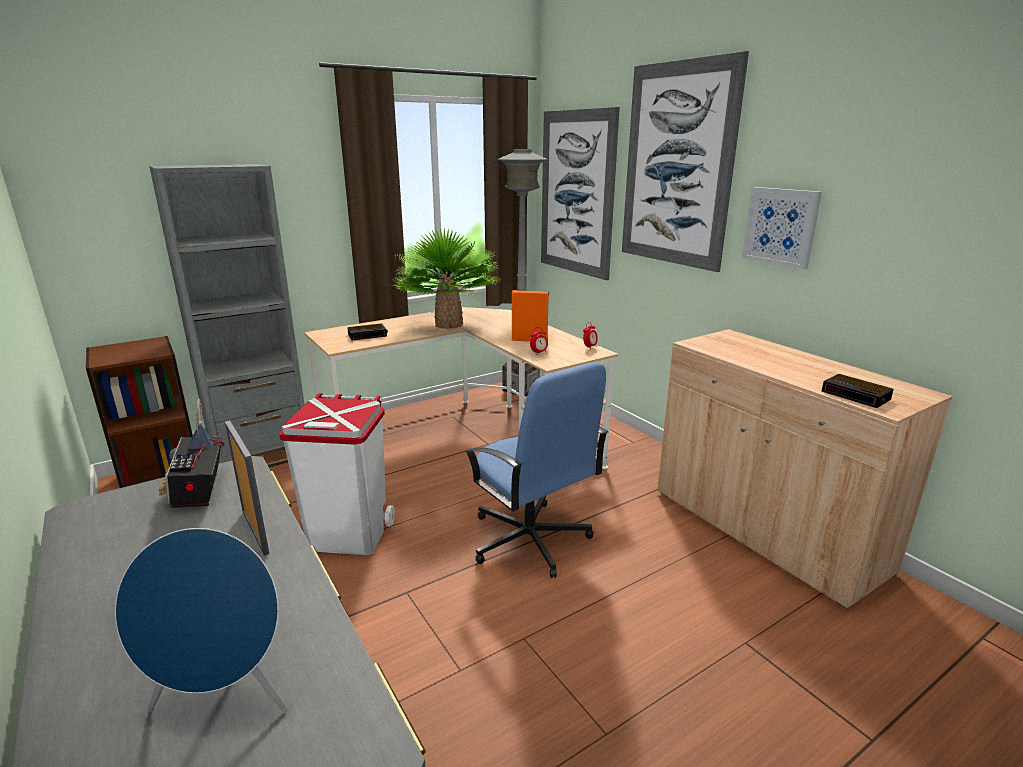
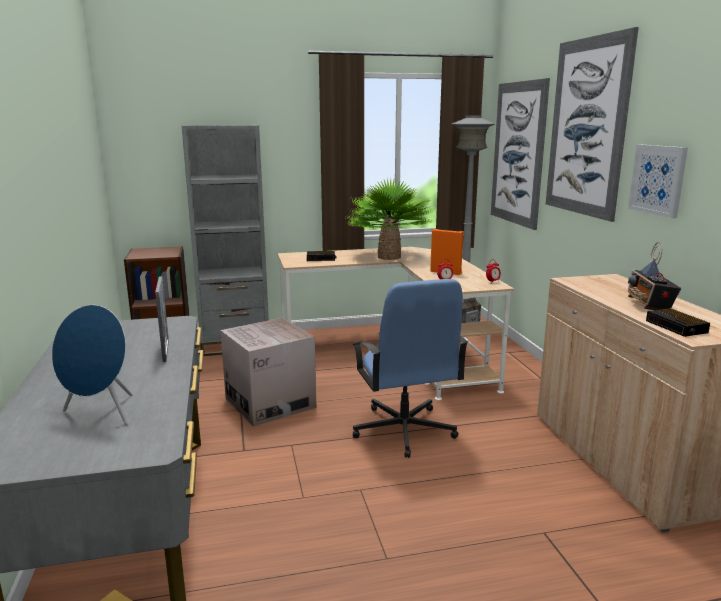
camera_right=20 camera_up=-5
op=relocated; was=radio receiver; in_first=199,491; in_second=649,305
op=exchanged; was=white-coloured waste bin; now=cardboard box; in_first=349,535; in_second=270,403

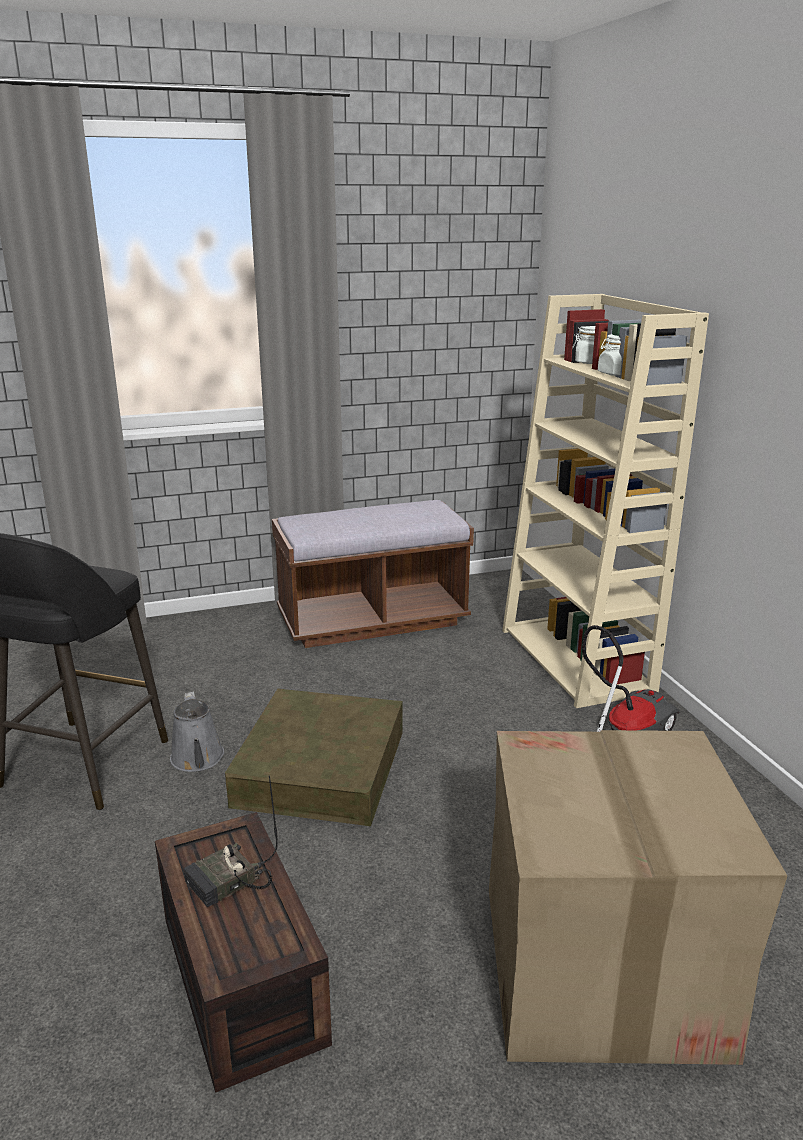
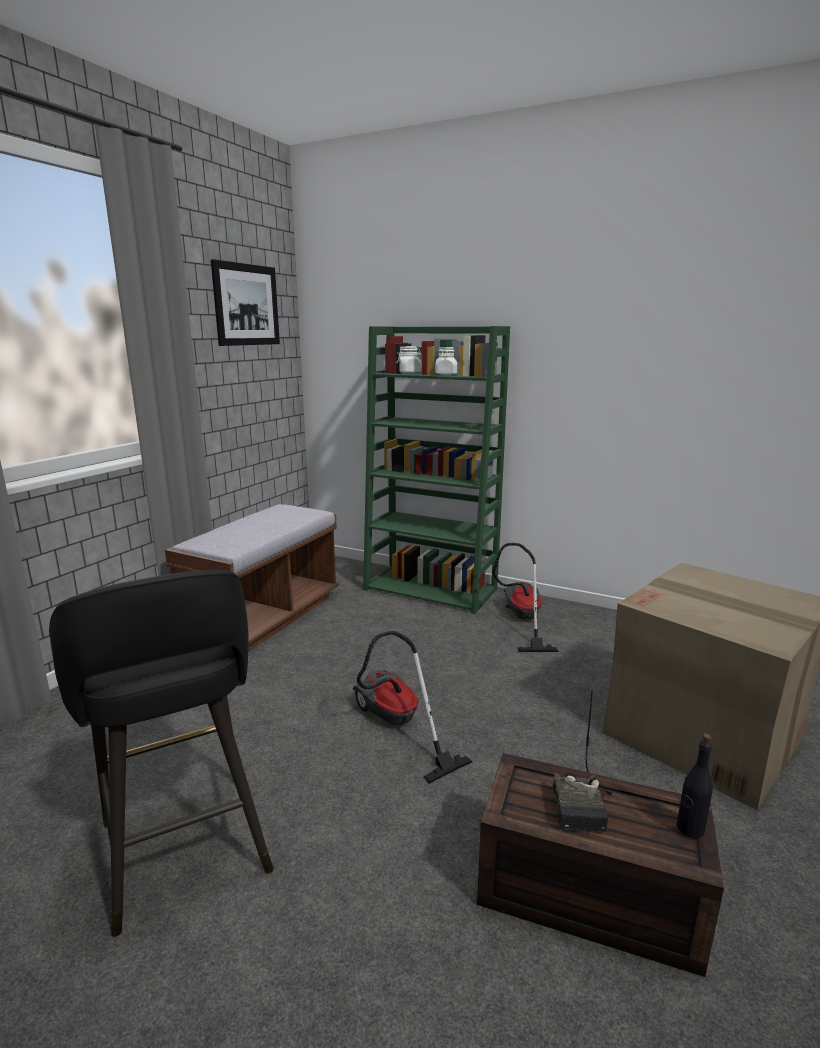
camera_right=-45 camera_up=-5
op=missing; was=grey sprinkling can; in_first=198,759
op=exchanged; was=brownish storage box; now=hoover; in_first=321,768; in_second=395,726
op=colour; was=sand-coloured shelving unit; now=green shelving unit; in_first=577,660; in_second=432,589
op=appeared; now=wall art; in_second=246,305
op=appeared; now=black-coloured drink bottle; in_second=690,829

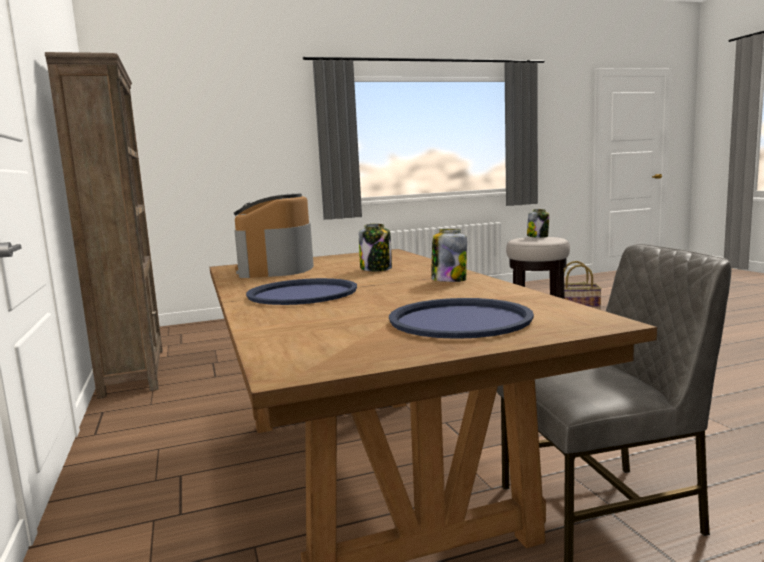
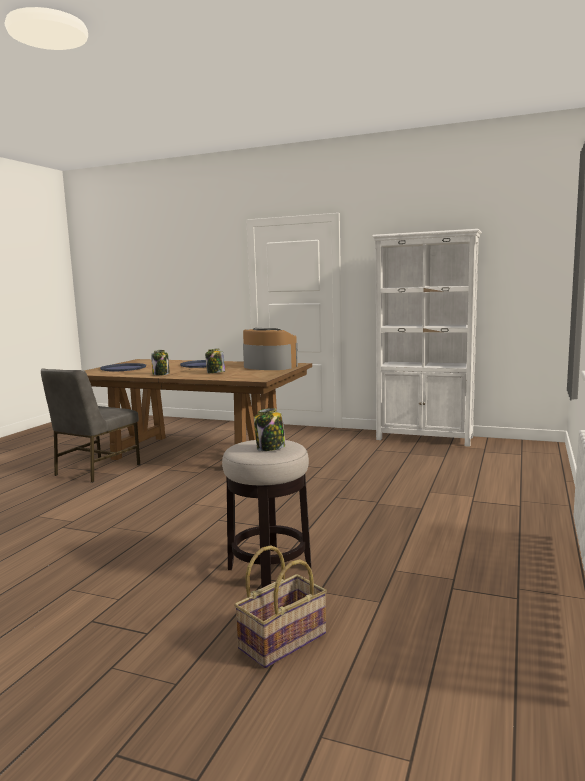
camera_right=130 camera_up=0
op=colour; was=brownish shelving unit; now=white-coloured shelving unit; in_first=133,371; in_second=425,438

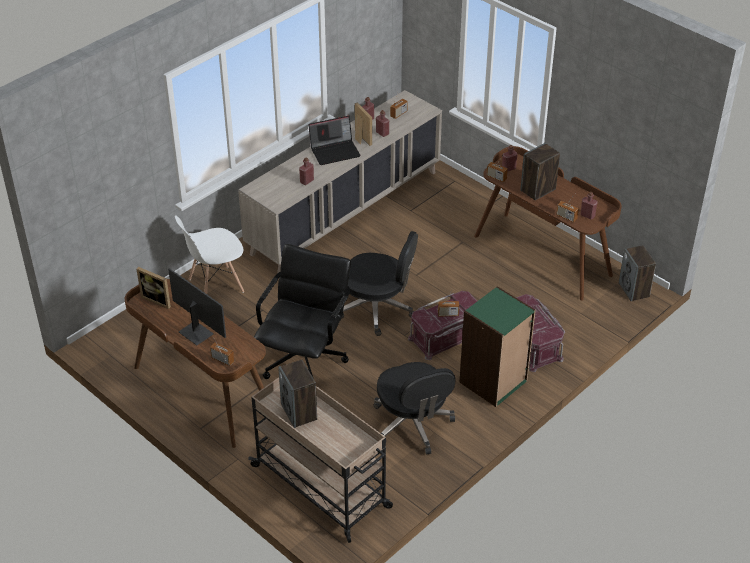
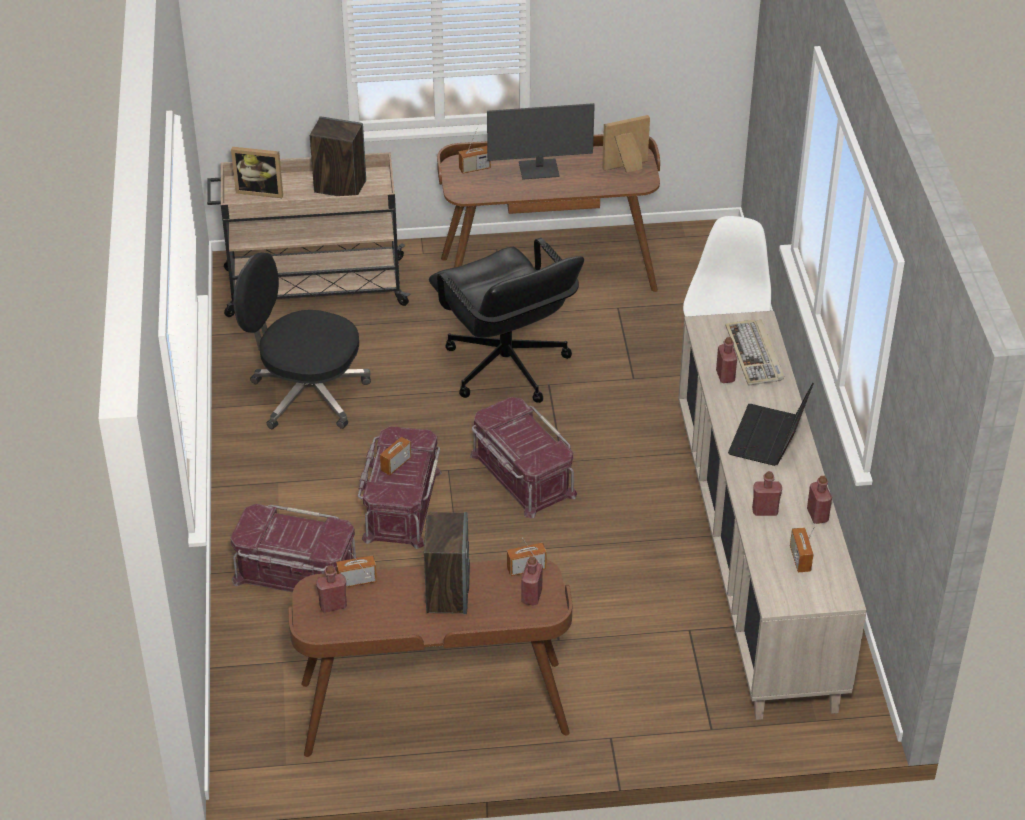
camera_right=130 camera_up=0
op=exchanged; was=black-coloured office chair; now=red-coloured storage box; in_first=378,308; in_second=521,475
op=relocated; was=standing frame; in_first=360,138; in_second=261,191
op=missing; was=green shelving unit; in_first=494,382
op=missing; was=loudspeaker; in_first=634,290
op=appeared; now=computer keyboard; in_second=755,355

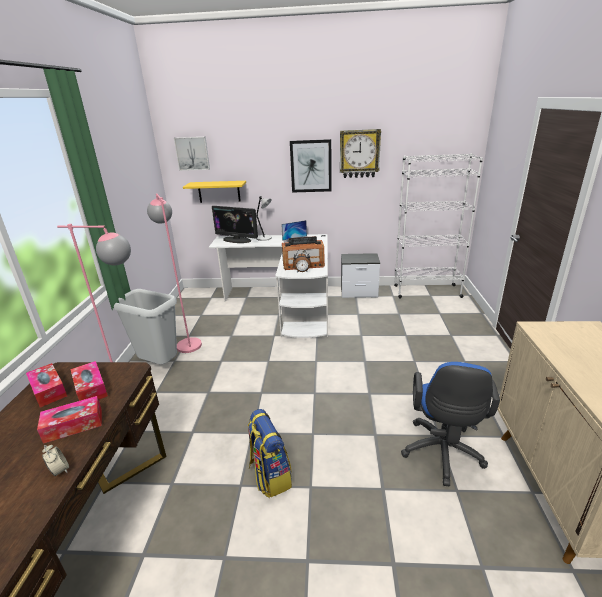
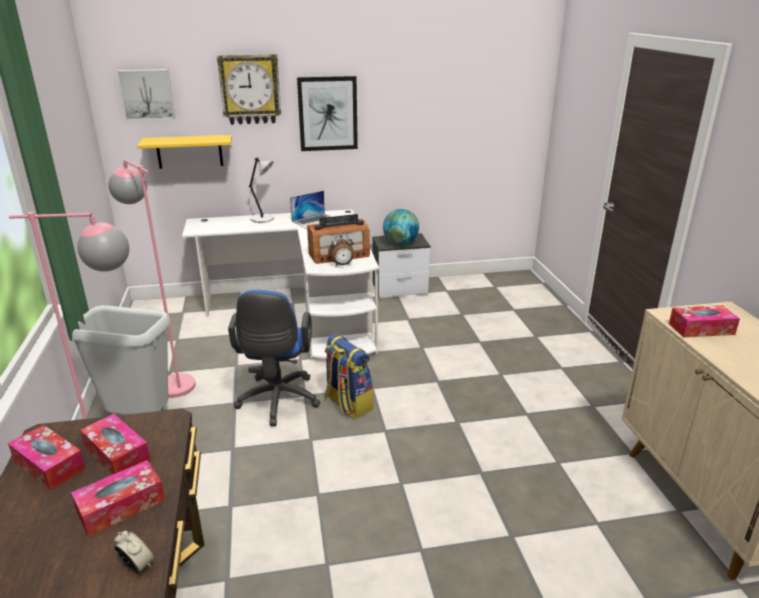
camera_right=-15 camera_up=0
op=missing; was=monitor; in_first=237,240
op=relocated; was=backpack; in_first=269,476; in_second=347,403
op=relocated; was=clock on the wall; in_first=359,153; in_second=250,89
op=missing; was=white-coloured shelving unit; in_first=426,291
op=relocated; was=bluish office chair; in_first=442,455; in_second=277,402
op=appeared; now=globe; in_second=400,243
op=appeared; now=tissue holder; in_second=701,329

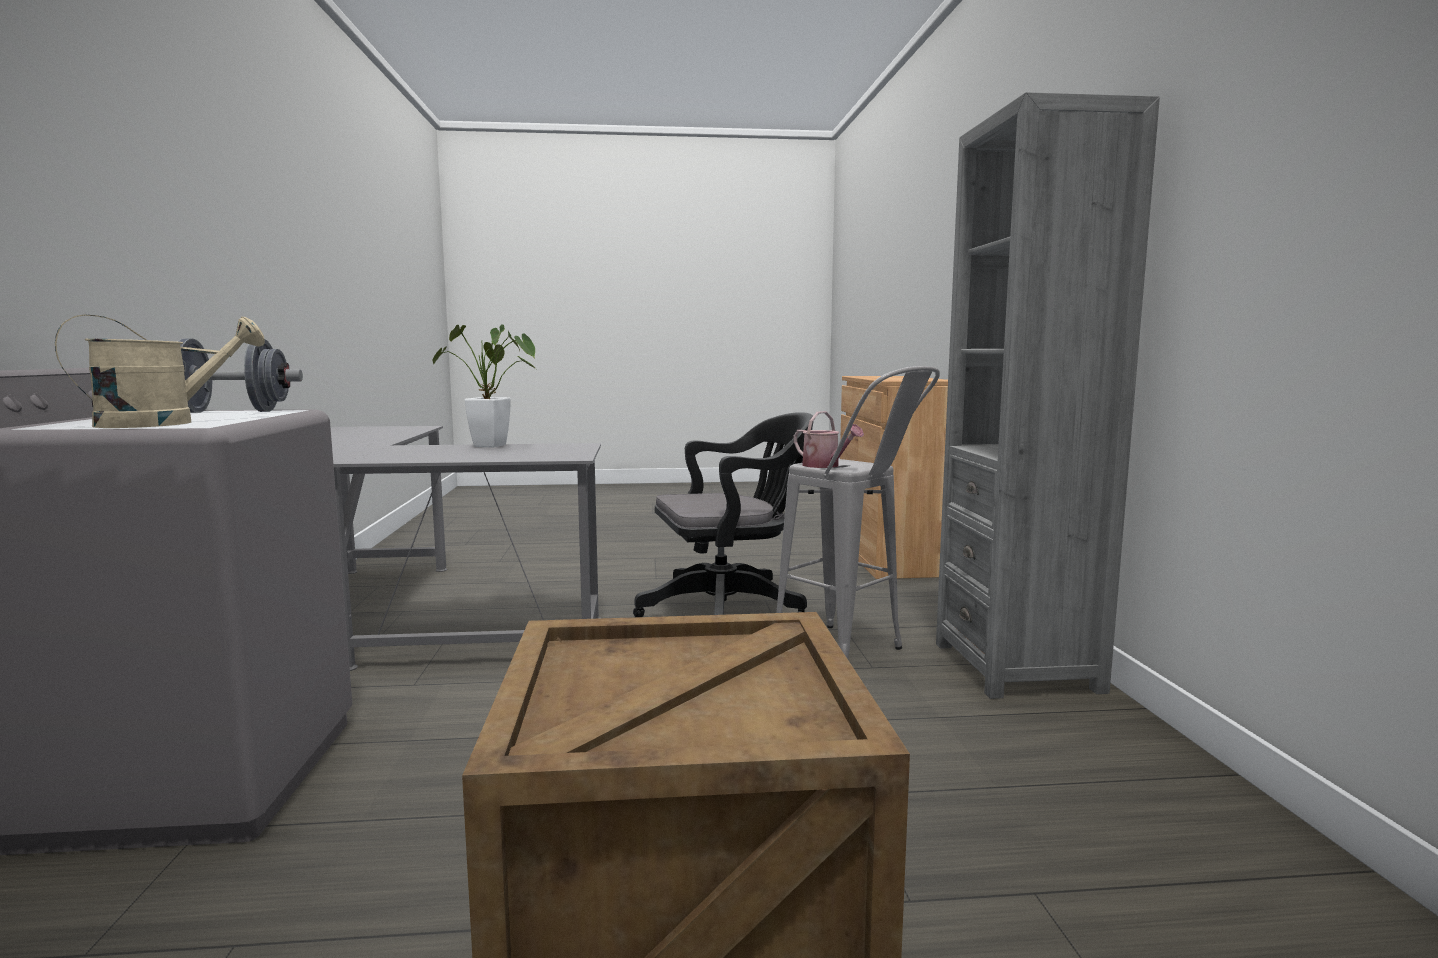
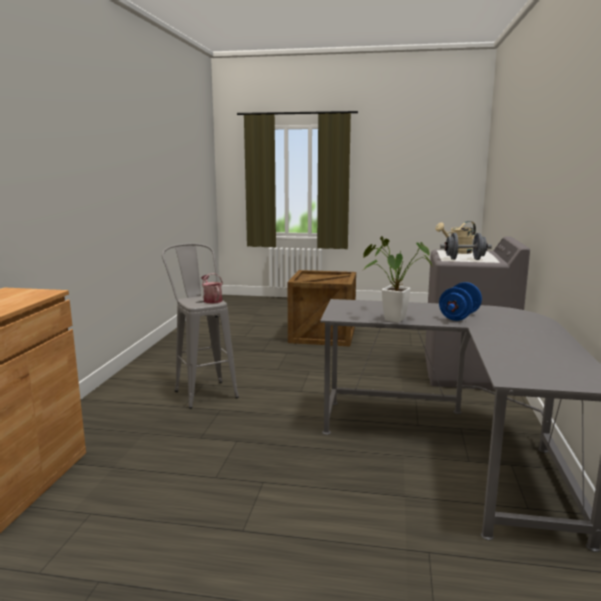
camera_right=-165 camera_up=5
op=missing; was=black-coloured office chair; in_first=730,611
op=missing; was=grey shelving unit; in_first=1016,667
op=appeared; now=bluish hand weight; in_second=459,316

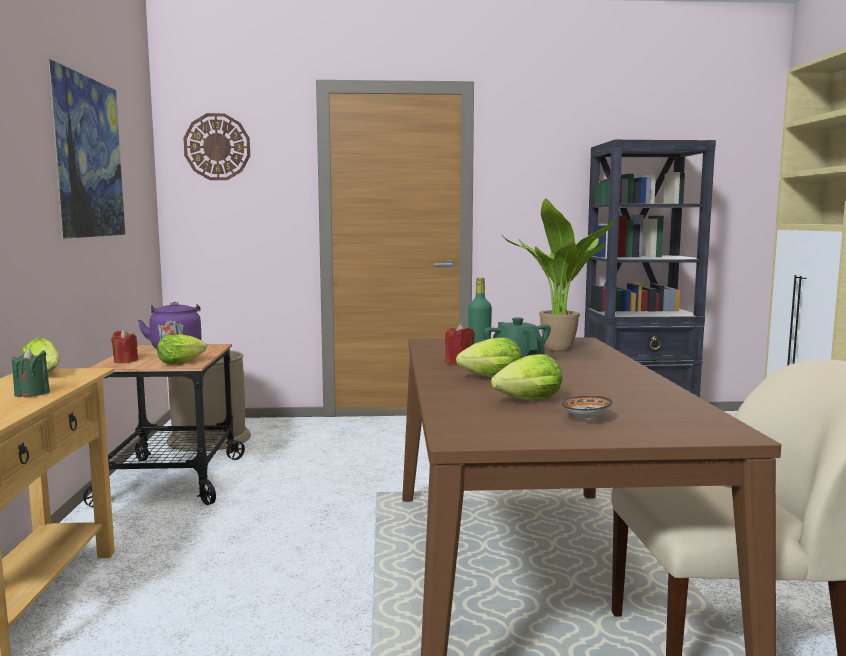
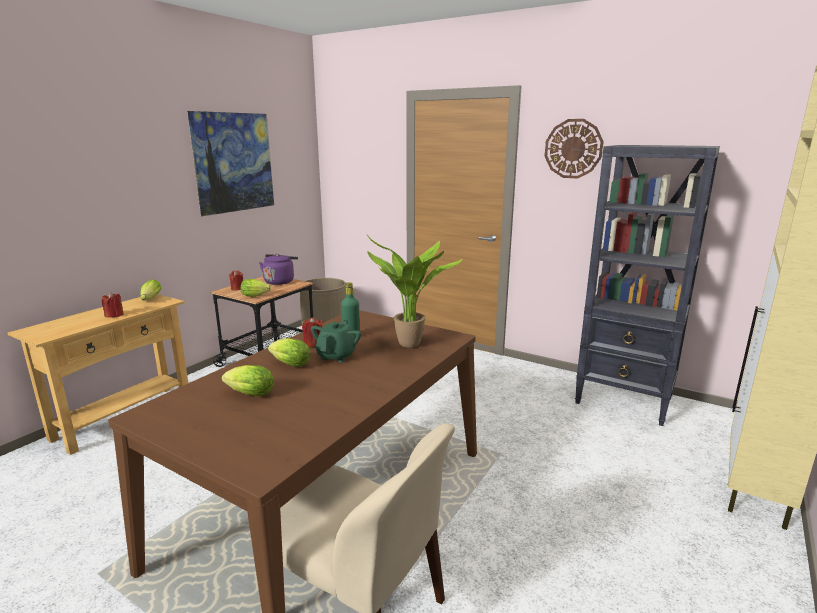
camera_right=35 camera_up=10
op=colour; was=green candle; now=red-coloured candle; in_first=32,394; in_second=114,315
op=relocated; was=clock on the wall; in_first=217,147; in_second=573,149
op=missing; was=bowl; in_first=586,418

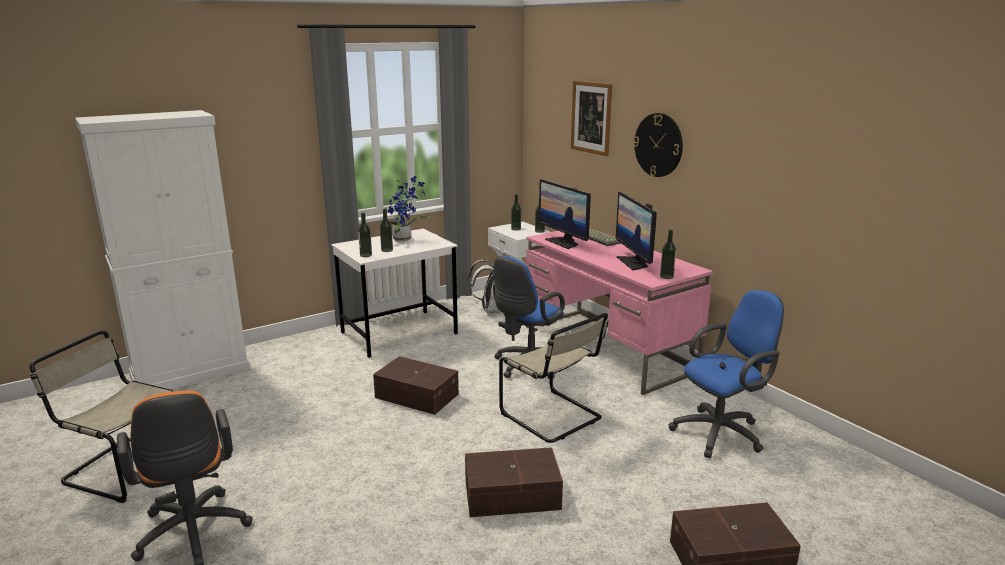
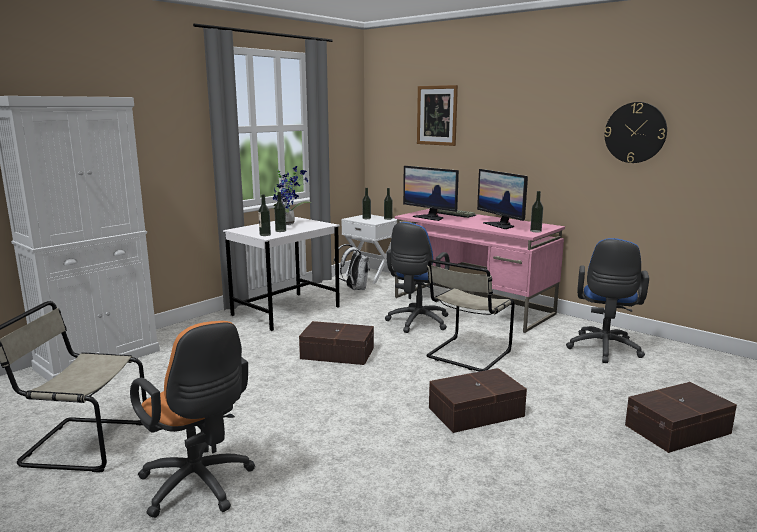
camera_right=-15 camera_up=-5
op=spun; was=sand-coloured upright chair; in_first=553,417; in_second=467,355; clockwise=90
op=relocated; was=clock on the wall; in_first=658,145; in_second=635,132
op=spun; was=bluish office chair; in_first=722,432; in_second=603,350; clockwise=150

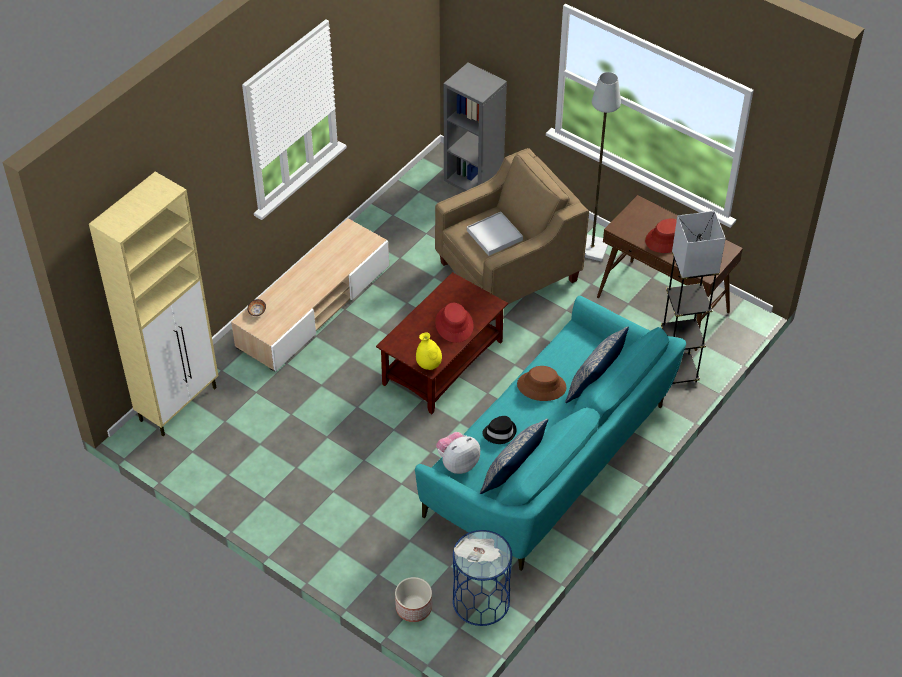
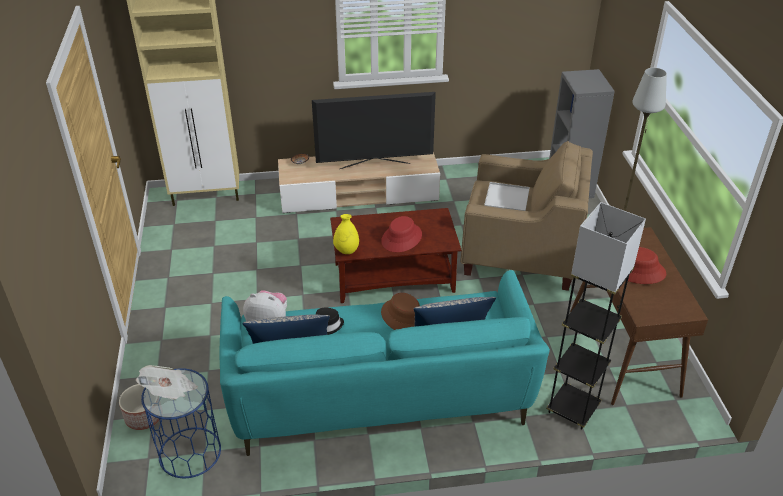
camera_right=45 camera_up=-10
op=appeared; now=TV set; in_second=375,165

